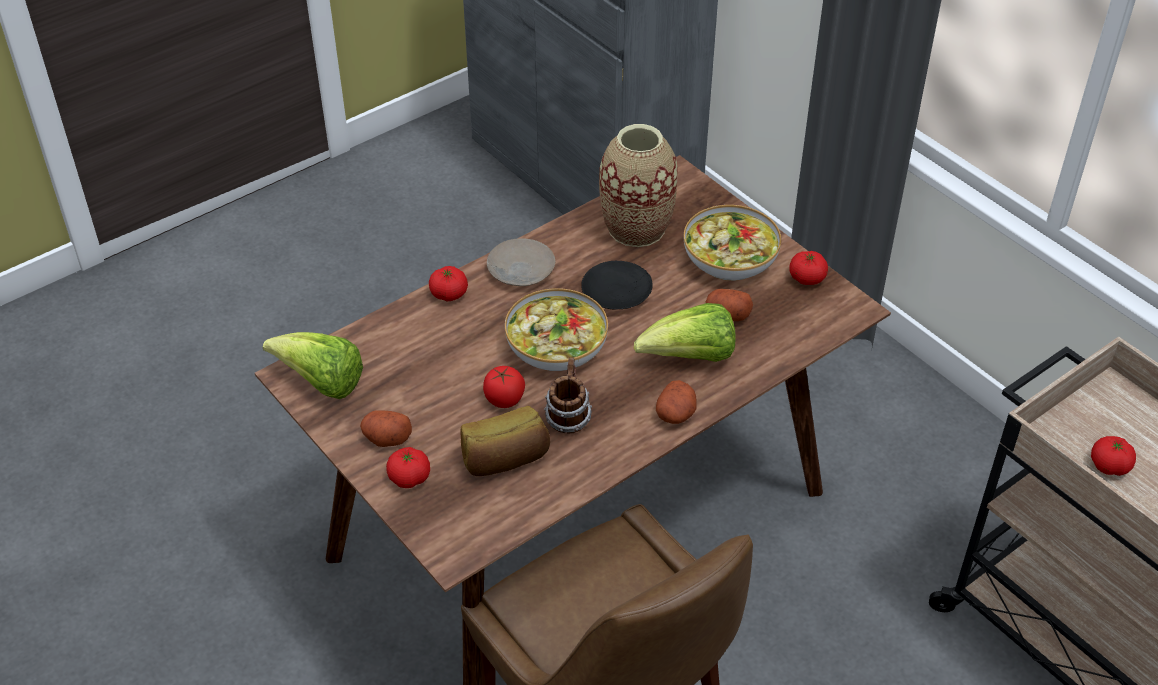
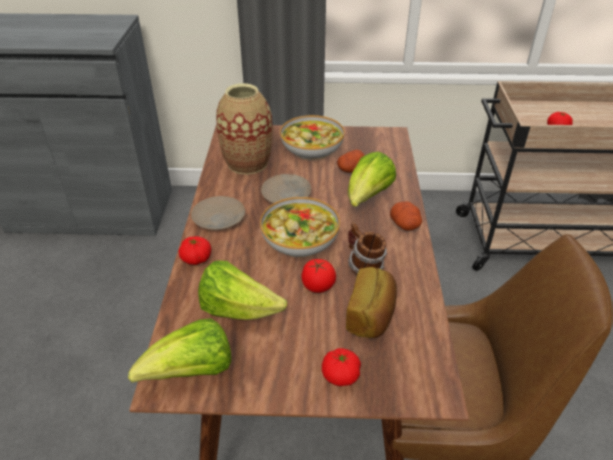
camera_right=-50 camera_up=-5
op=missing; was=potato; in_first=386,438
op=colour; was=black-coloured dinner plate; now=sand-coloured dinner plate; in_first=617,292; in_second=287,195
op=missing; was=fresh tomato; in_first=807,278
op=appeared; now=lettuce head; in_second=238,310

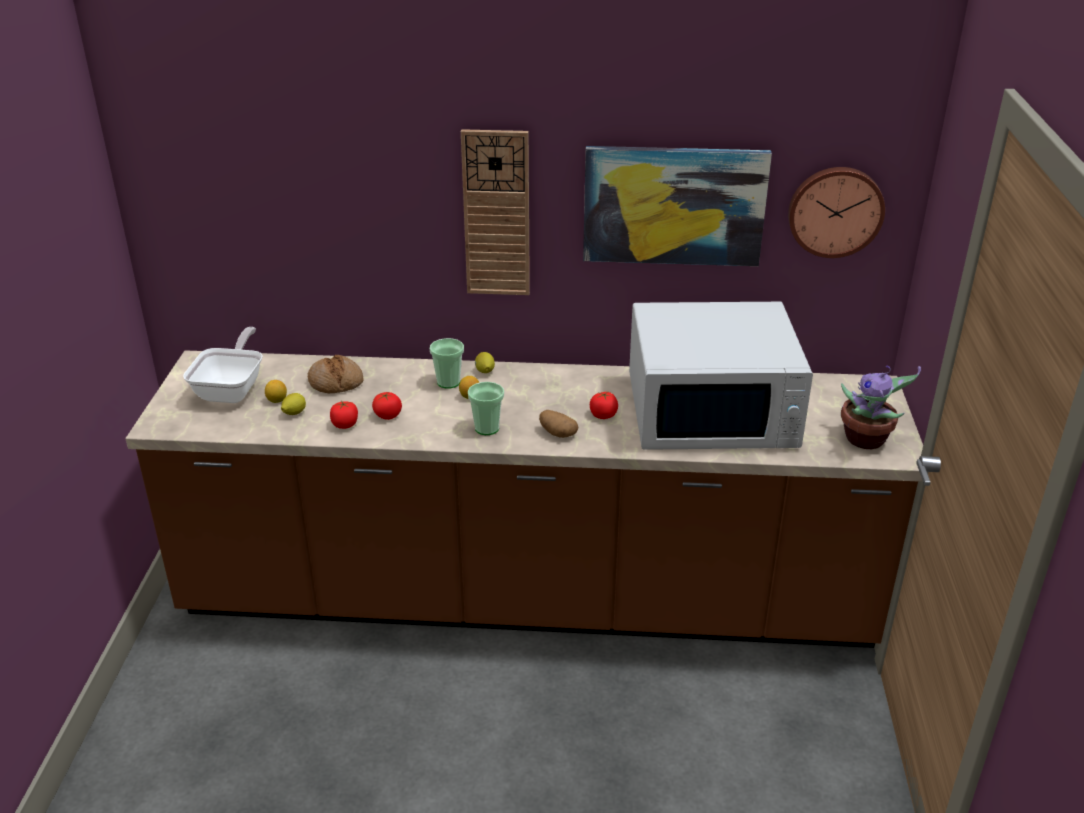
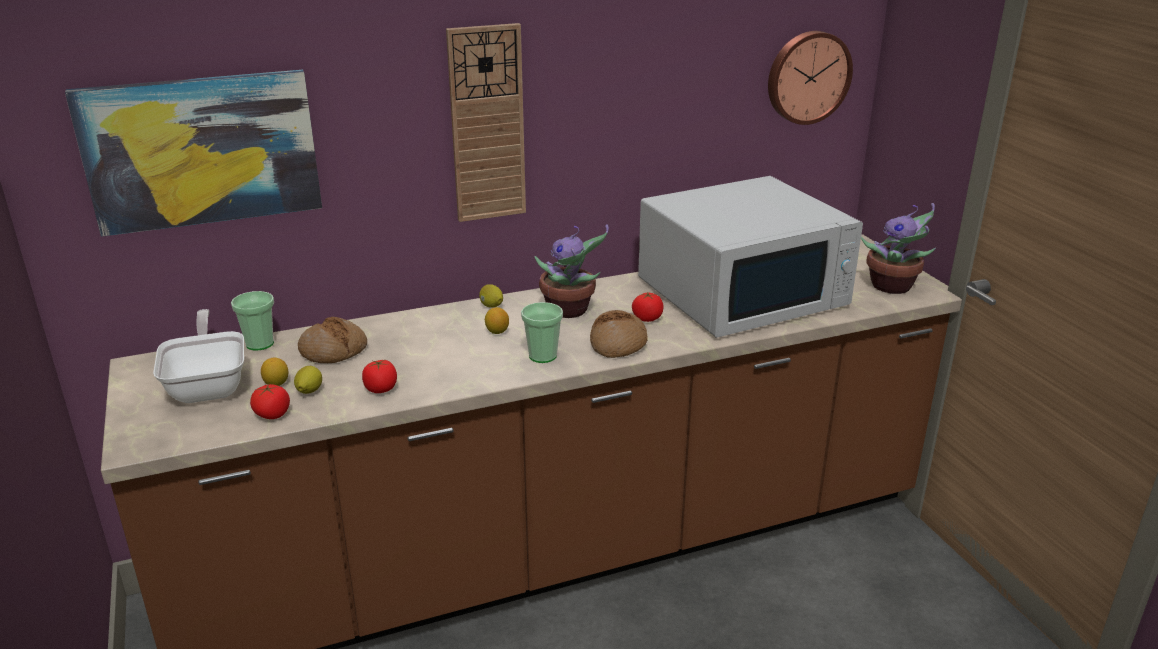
camera_right=-25 camera_up=-5
op=relocated; was=fresh tomato; in_first=387,415; in_second=272,414
op=relocated; was=small cup; in_first=448,382; in_second=260,343
op=exchanged; was=potato; now=baked bread; in_first=557,433; in_second=618,344
op=relocated; was=wall art; in_first=674,205; in_second=202,151
op=appeared; now=plant in a pot; in_second=569,310

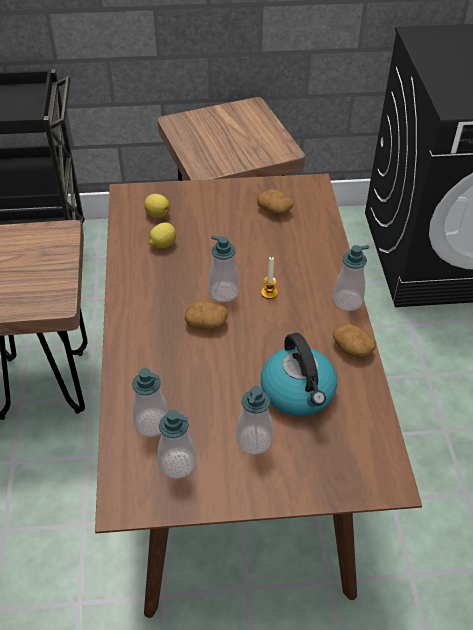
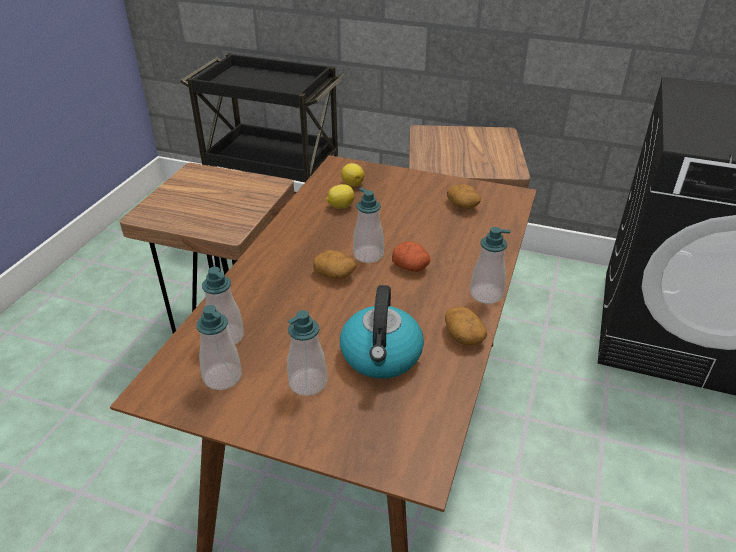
camera_right=25 camera_up=-10
op=exchanged; was=candle; now=potato; in_first=269,293; in_second=411,267

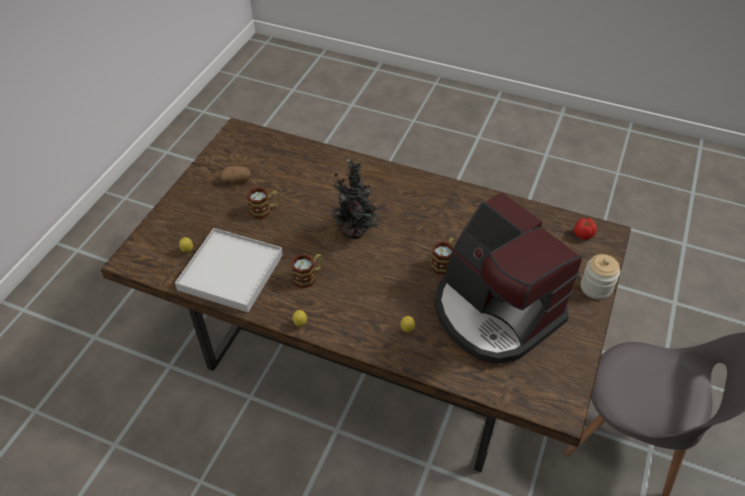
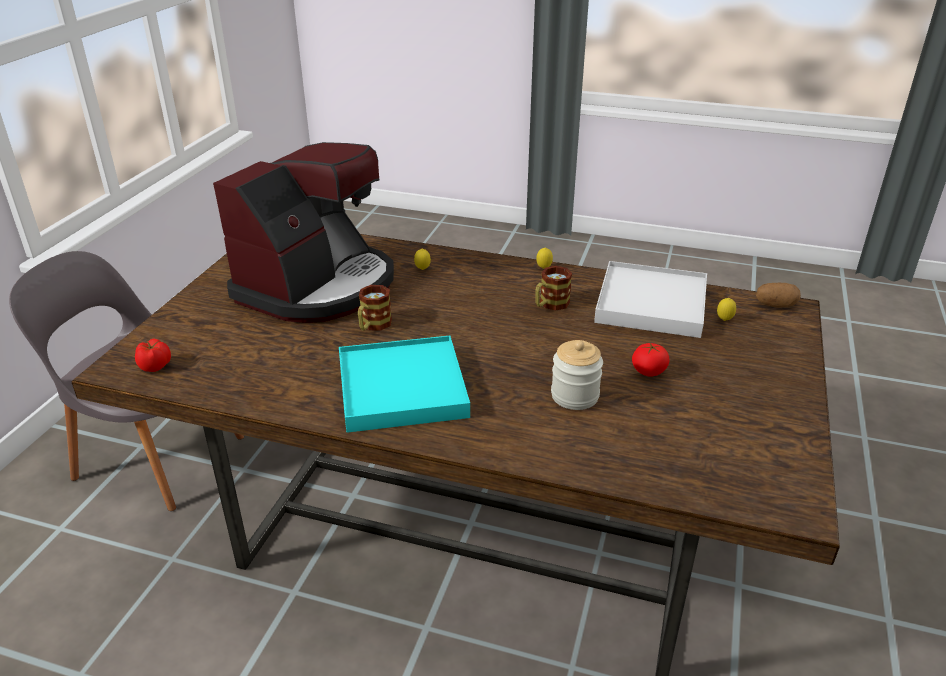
camera_right=175 camera_up=-15
op=relocated; was=potato; in_first=237,181; in_second=776,305
op=exchanged; was=coffee mug; now=fresh tomato; in_first=265,210; in_second=649,371
op=missing; was=plant in a pot; in_first=356,232
op=spun; was=coffee brewer; in_first=494,312; in_second=318,286; clockwise=75
op=relocated; was=storage jar; in_first=596,287; in_second=574,396
op=appeared; now=turquoise serving tray; in_second=402,388

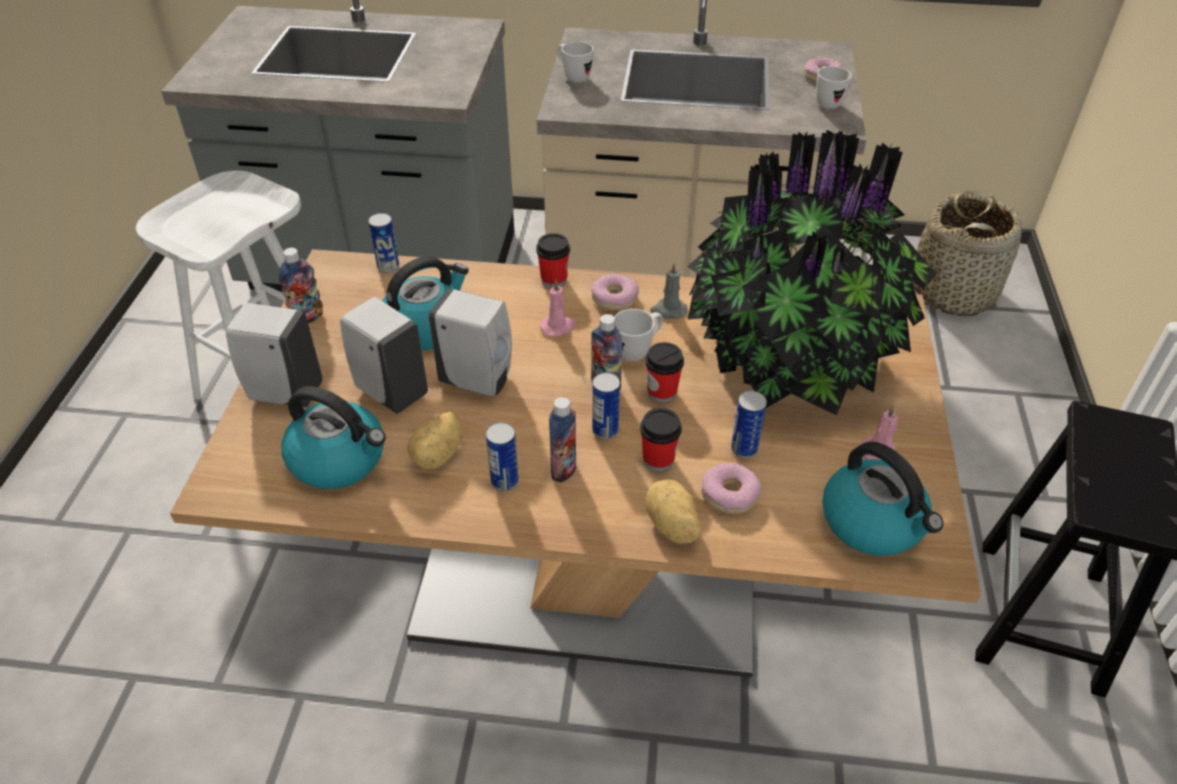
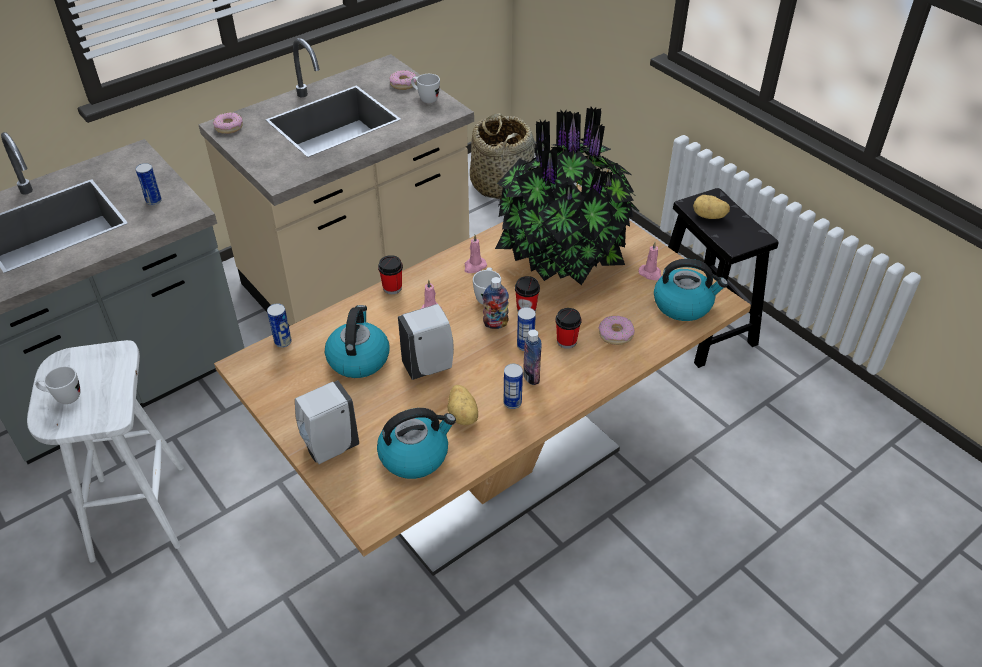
camera_right=-45 camera_up=0
op=missing; was=drink bottle; in_first=307,317
op=missing; was=white-coloured soap dispenser; in_first=390,391
op=relocated; was=white-coloured coffee mug; in_first=573,77; in_second=63,397
op=relocated; was=ring doughnut; in_first=614,298; in_second=229,127
op=relocated; was=potato; in_first=671,527; in_second=709,216
op=colour; was=grey candle; now=pink-coloured candle; in_first=668,310; in_second=474,266
op=relocated; was=sealed can; in_first=744,449; in_second=154,201

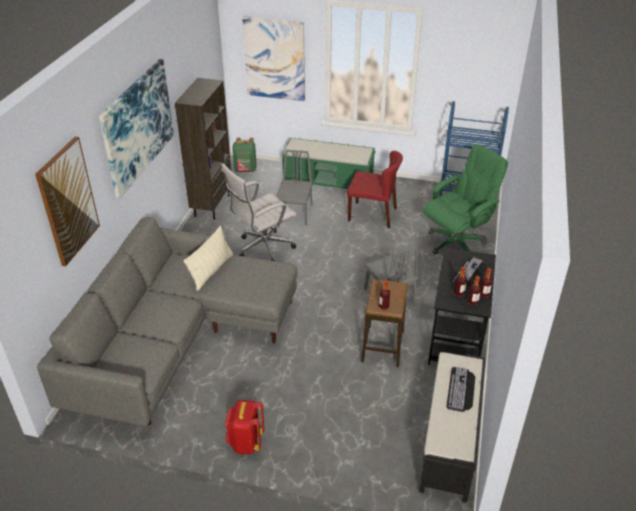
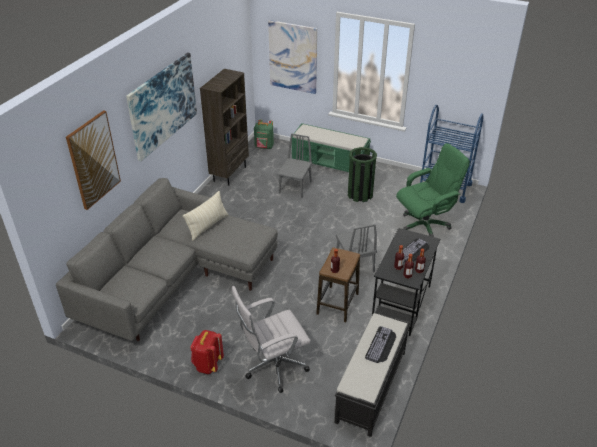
camera_right=10 camera_up=0
op=relocated; was=white-coloured office chair; in_first=262,249; in_second=273,368
op=exchanged; was=red-coloured upright chair; now=green waste bin; in_first=373,214; in_second=360,194

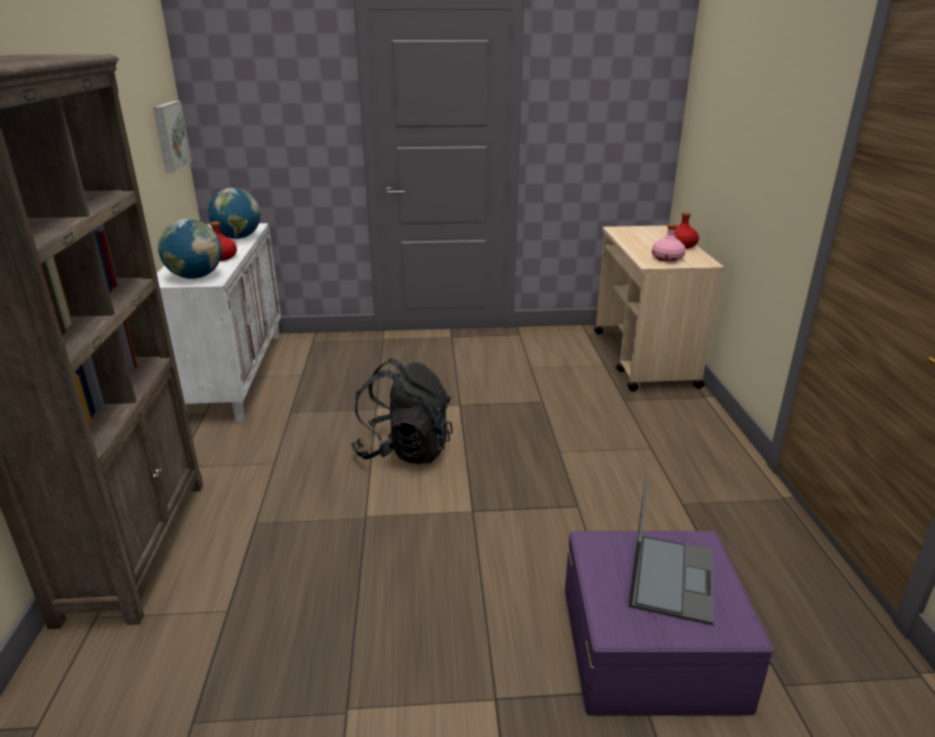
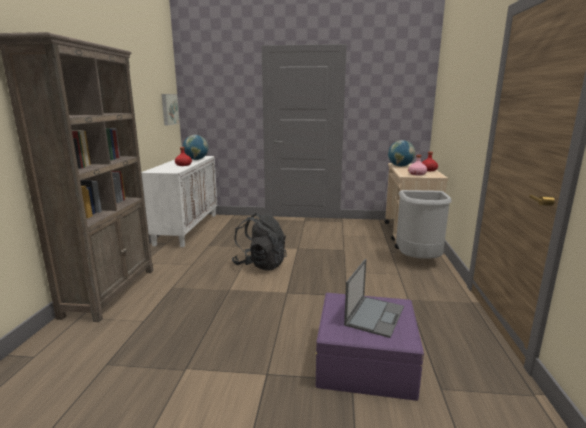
camera_right=10 camera_up=-10
op=relocated; was=globe; in_first=195,277; in_second=400,166
op=appeared; now=grey waste bin; in_second=418,261

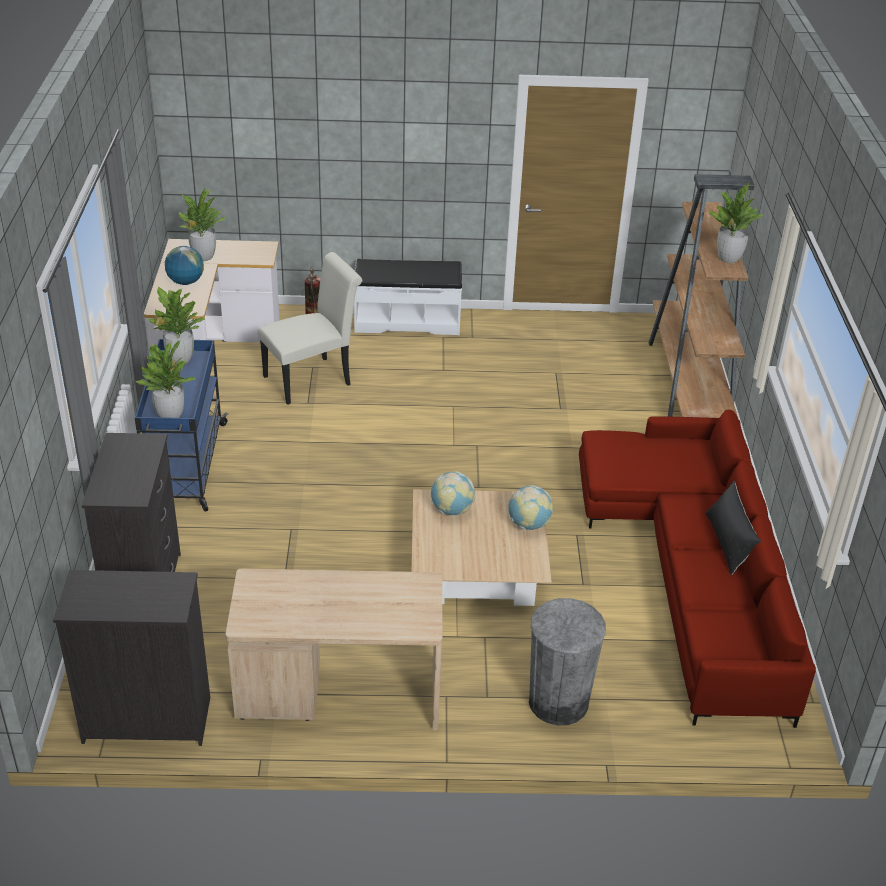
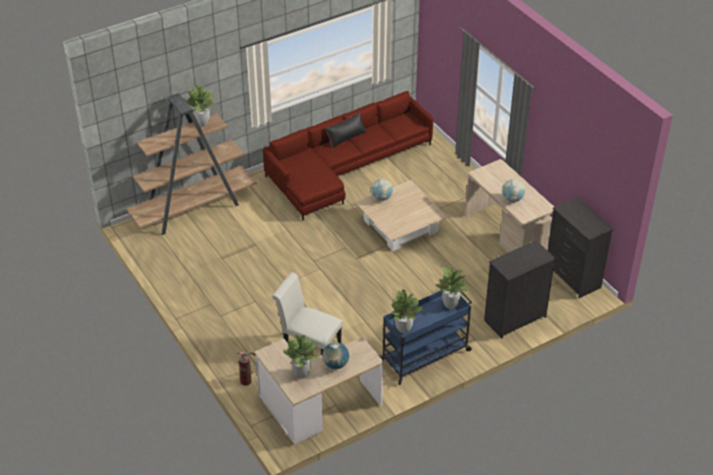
camera_right=-120 camera_up=5
op=missing; was=white-coloured indoor bench; in_first=407,321
op=relocated; was=globe; in_first=451,510; in_second=512,199
op=missing; was=grey waste bin; in_first=558,701

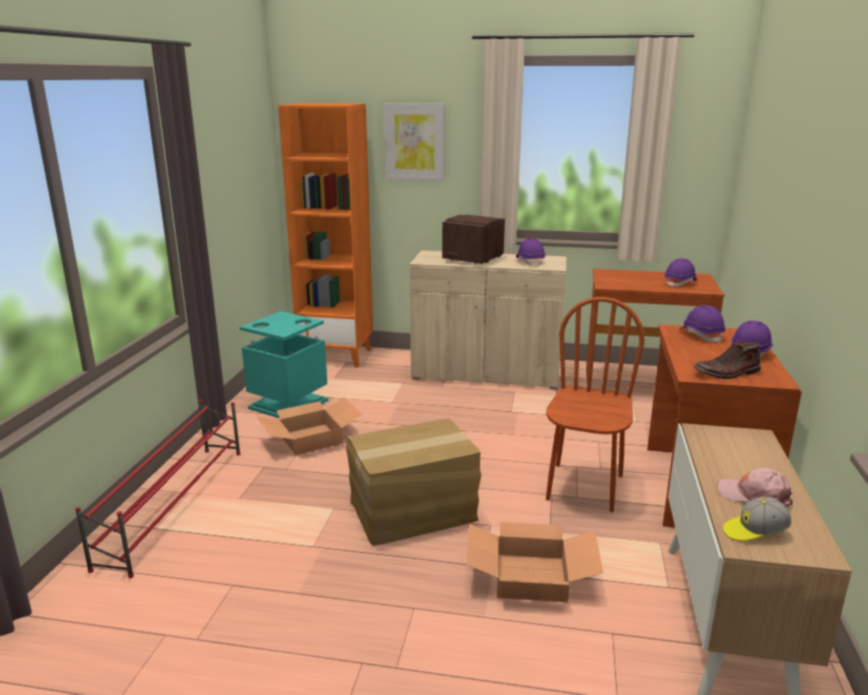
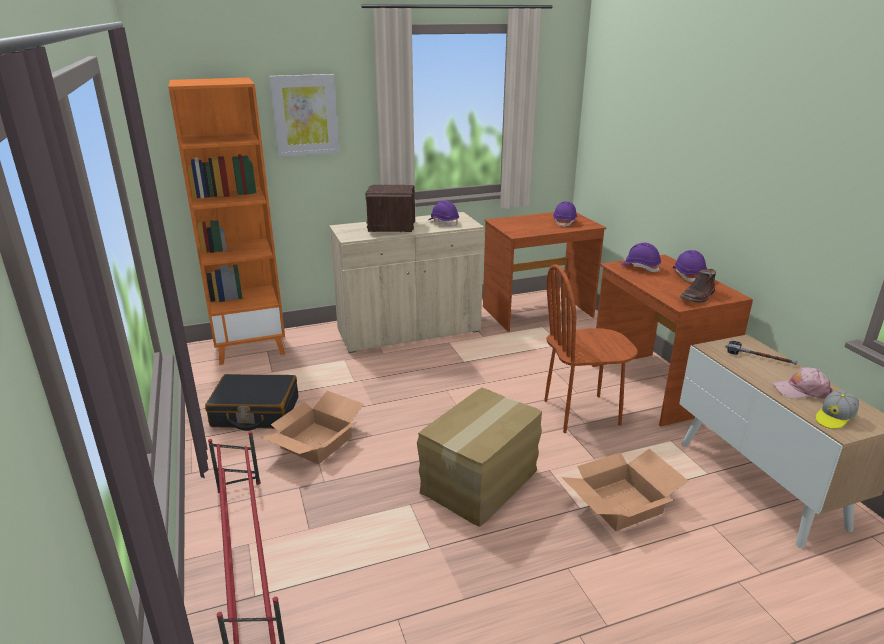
camera_right=-30 camera_up=5
op=exchanged; was=turquoise waste bin; now=black-coloured piece of luggage; in_first=289,404; in_second=255,412
op=spun; was=brownish upright chair; in_first=584,487; in_second=581,413; clockwise=-90
op=appeared; now=tool hammer; in_second=759,357

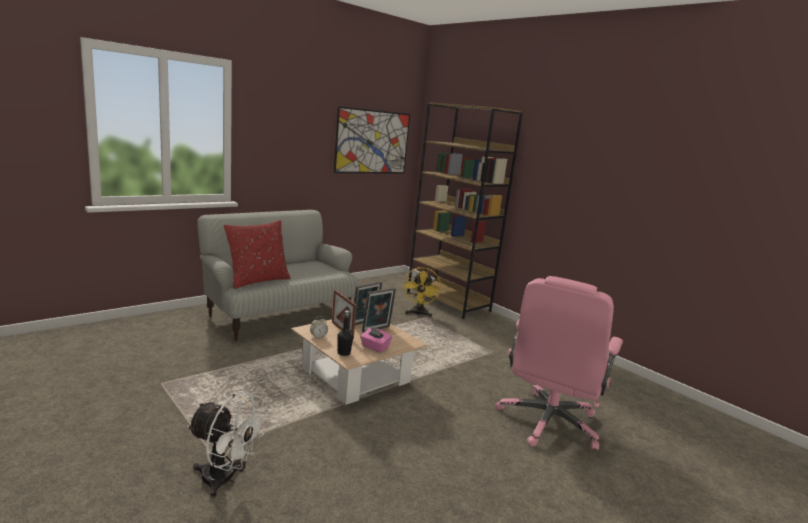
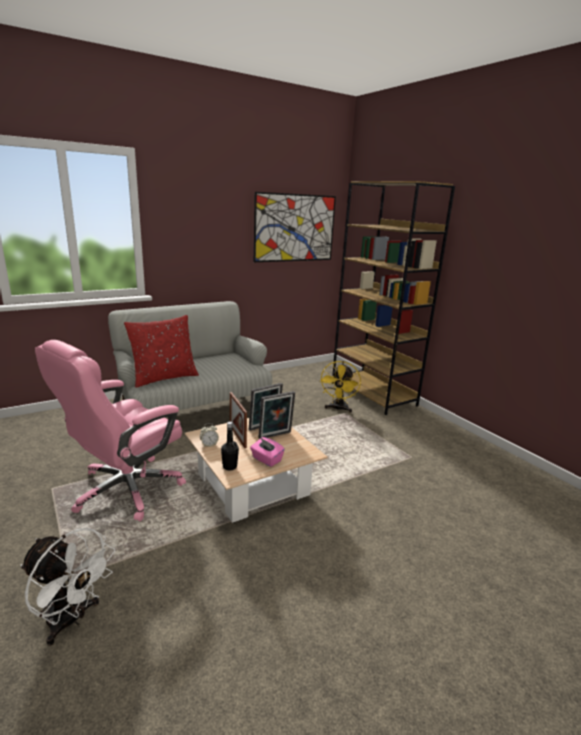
camera_right=10 camera_up=5
op=relocated; was=pink-coloured office chair; in_first=548,422; in_second=125,490

